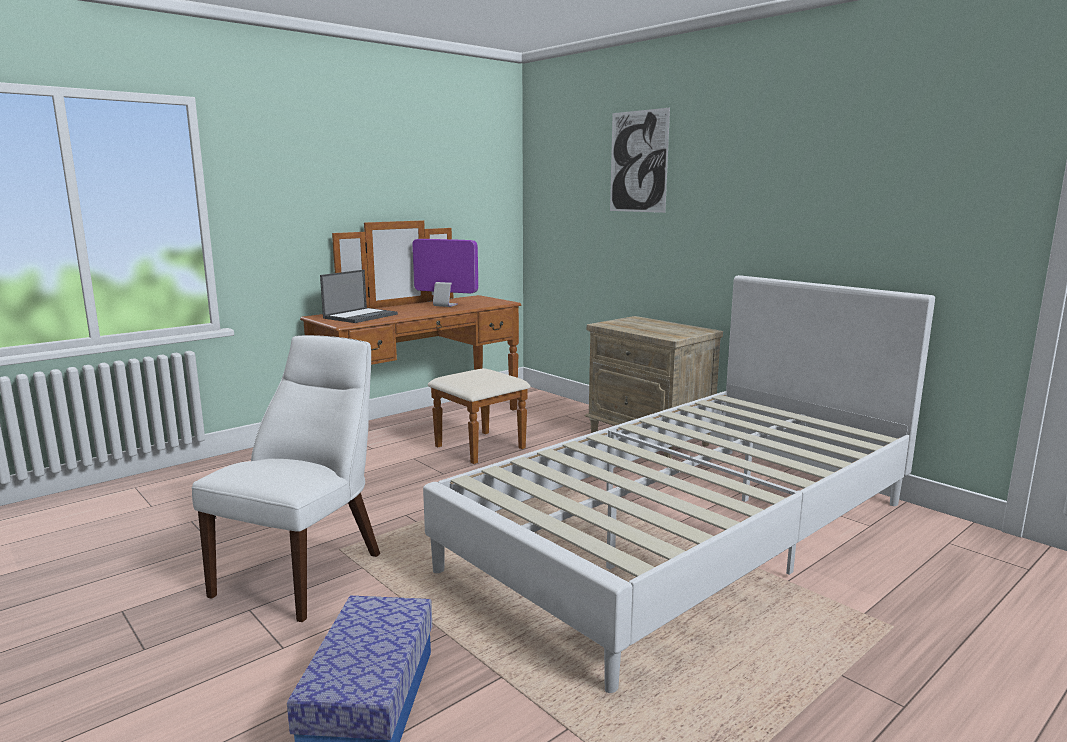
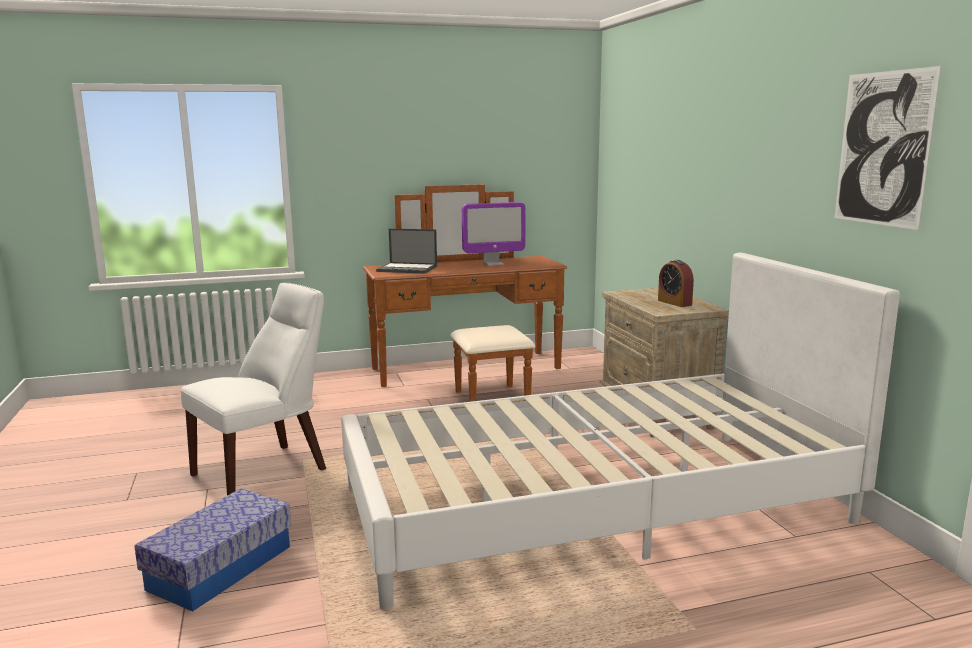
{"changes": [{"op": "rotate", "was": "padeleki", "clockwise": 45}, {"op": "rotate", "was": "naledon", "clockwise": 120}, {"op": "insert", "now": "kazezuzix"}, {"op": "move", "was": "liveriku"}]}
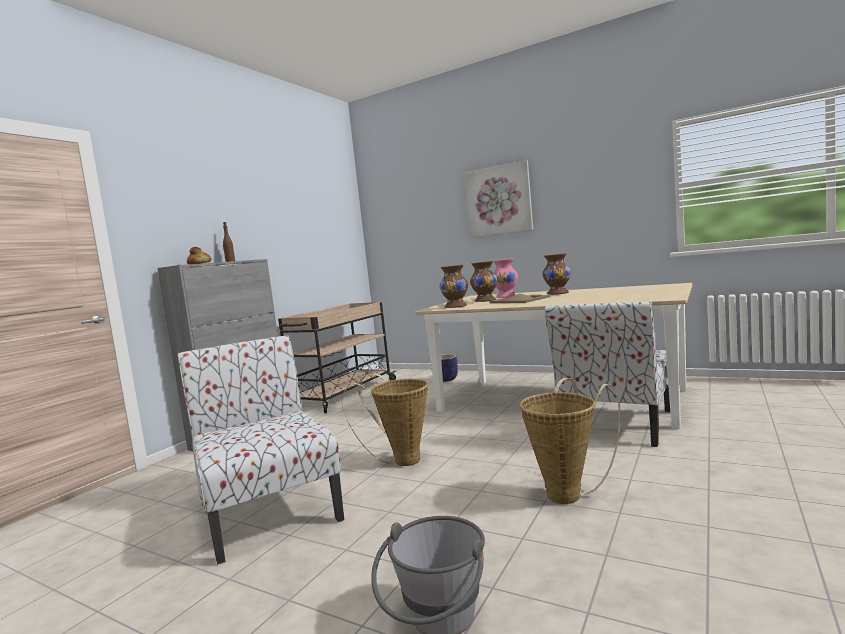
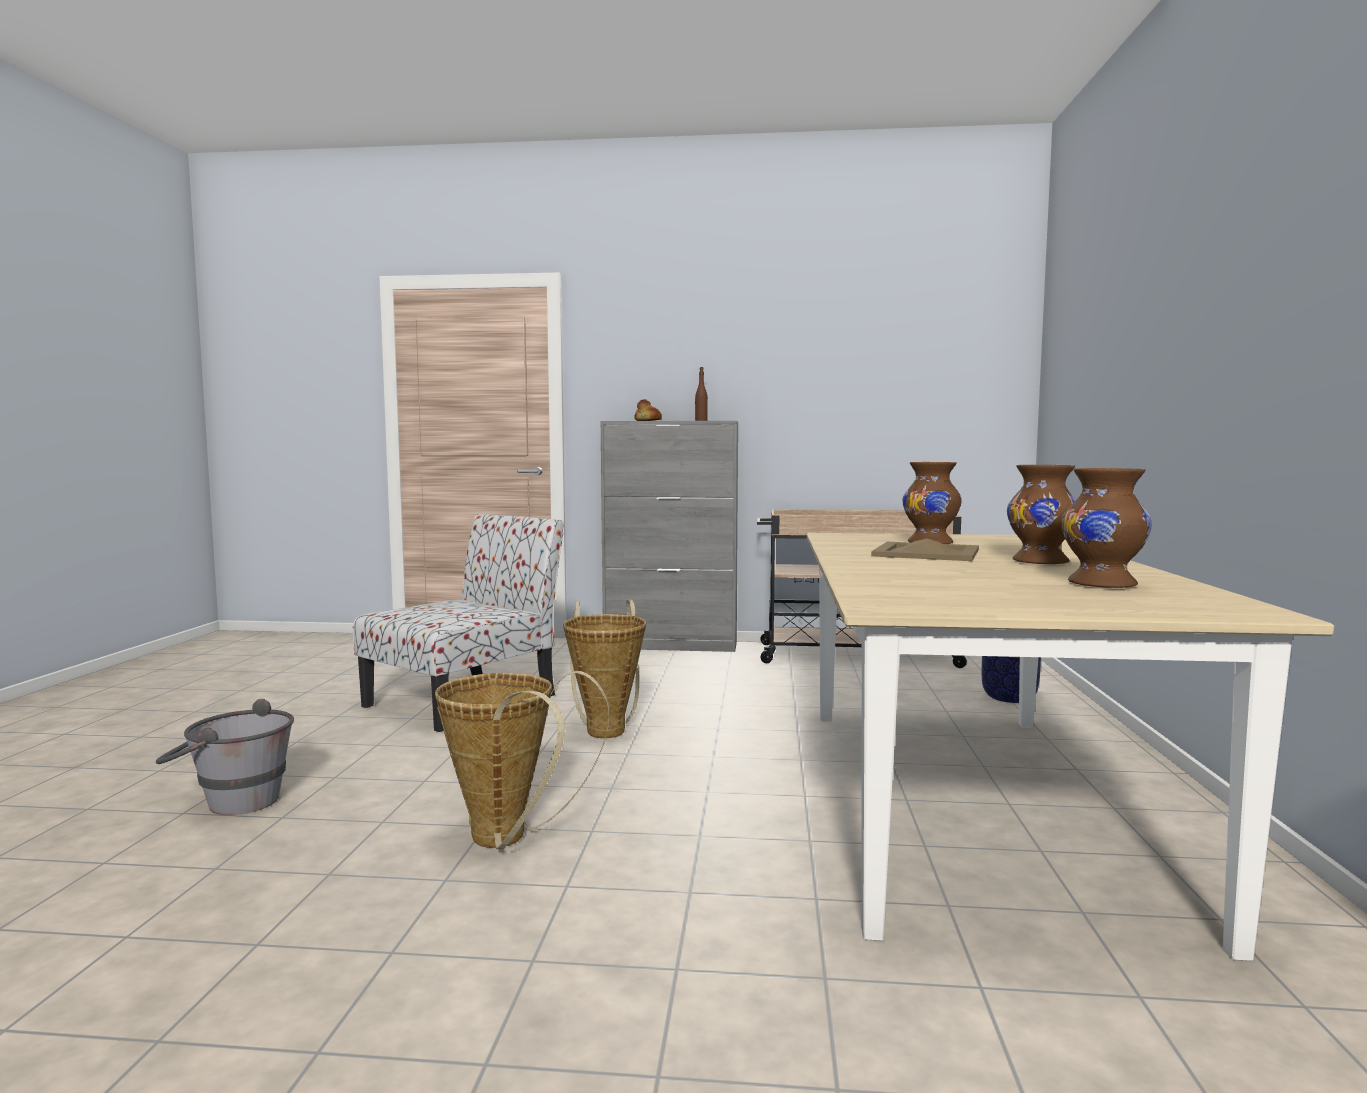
{"changes": [{"op": "move", "was": "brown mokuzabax (1st from left in the first image)", "now": "brown mokuzabax (3rd from left)"}, {"op": "delete", "was": "liveriku"}, {"op": "delete", "was": "pink mokuzabax"}, {"op": "delete", "was": "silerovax (2nd from left)"}]}
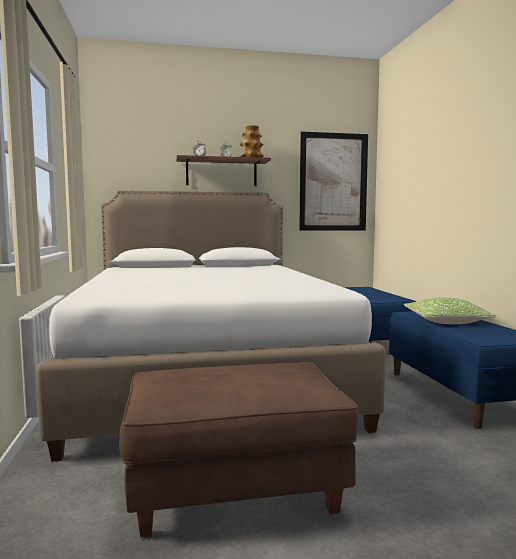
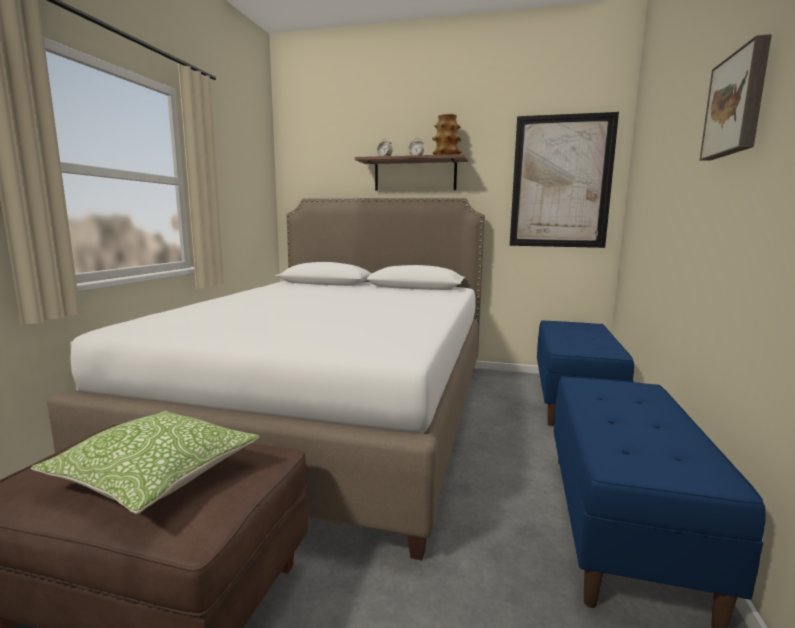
{"changes": [{"op": "move", "was": "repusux"}, {"op": "insert", "now": "liveriku (2nd from left)"}]}
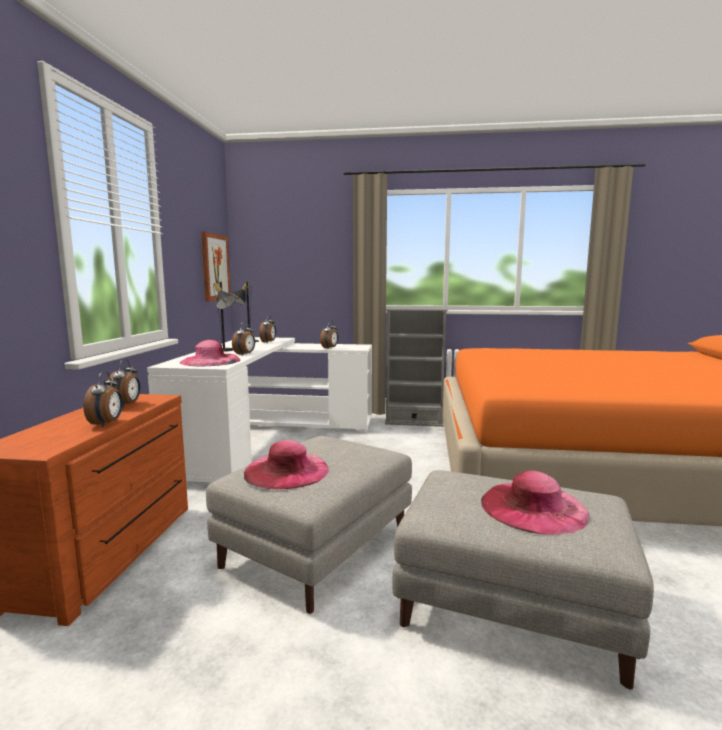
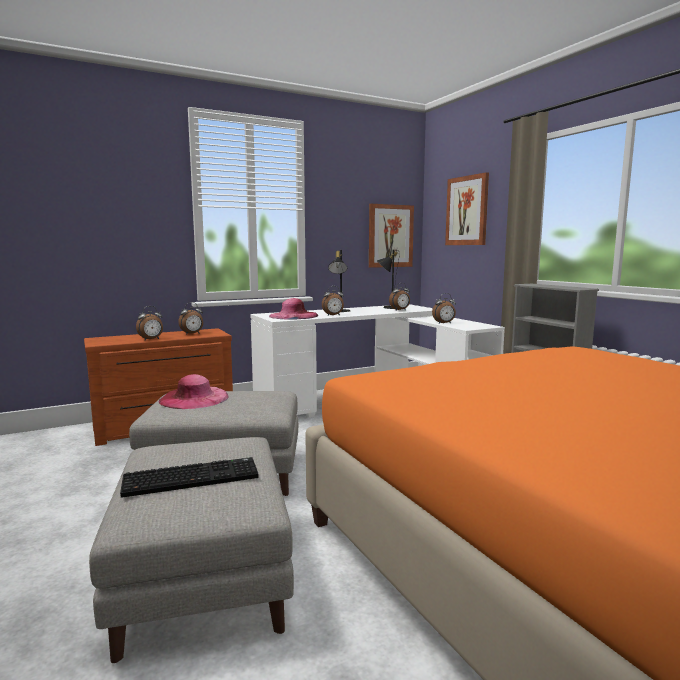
{"changes": [{"op": "replace", "was": "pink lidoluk (3rd from left)", "now": "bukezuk"}, {"op": "insert", "now": "liveriku (2nd from left)"}]}
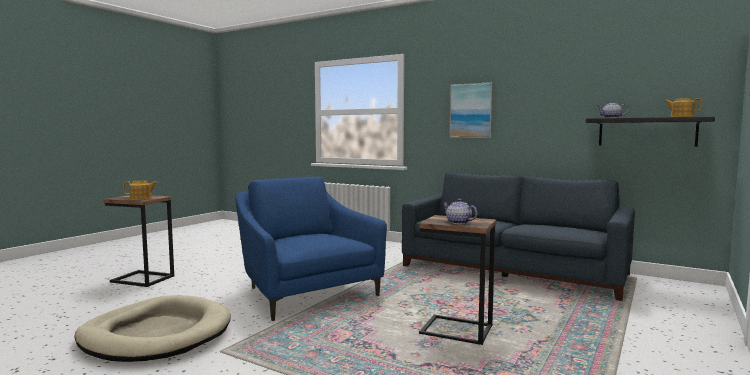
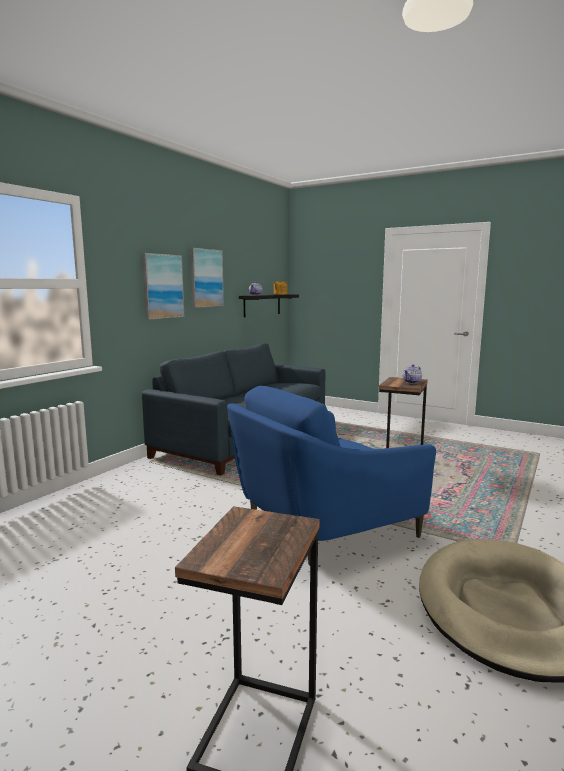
{"changes": [{"op": "insert", "now": "liveriku (2nd from left)"}, {"op": "delete", "was": "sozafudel (1st from left)"}]}
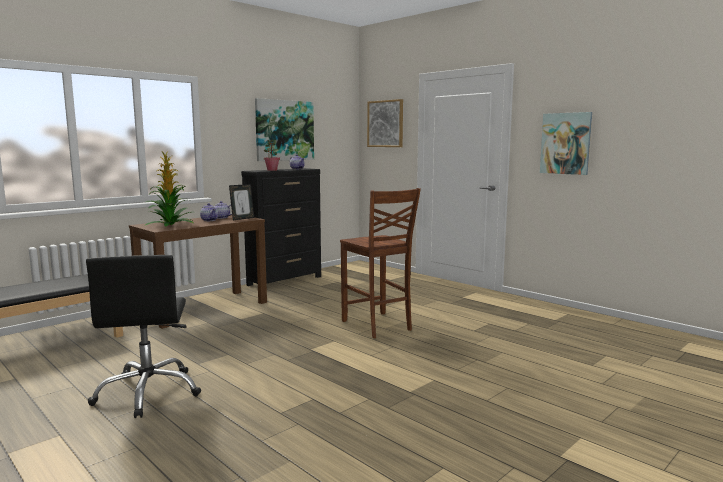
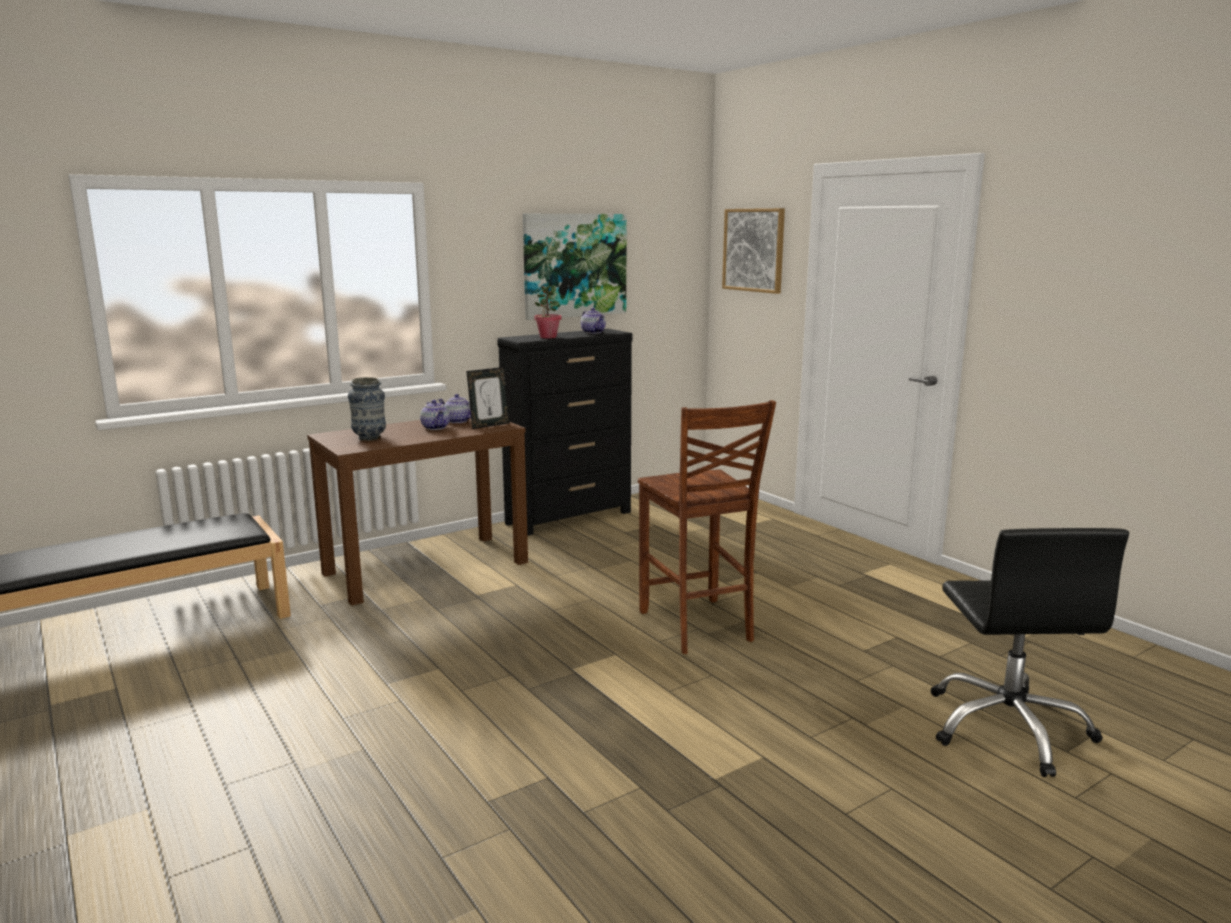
{"changes": [{"op": "replace", "was": "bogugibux (1st from left)", "now": "mokuzabax"}, {"op": "move", "was": "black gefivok"}, {"op": "delete", "was": "liveriku (3rd from left)"}]}
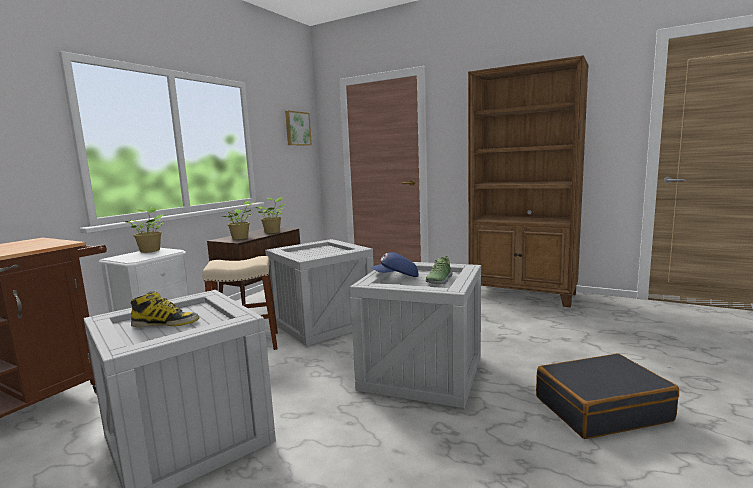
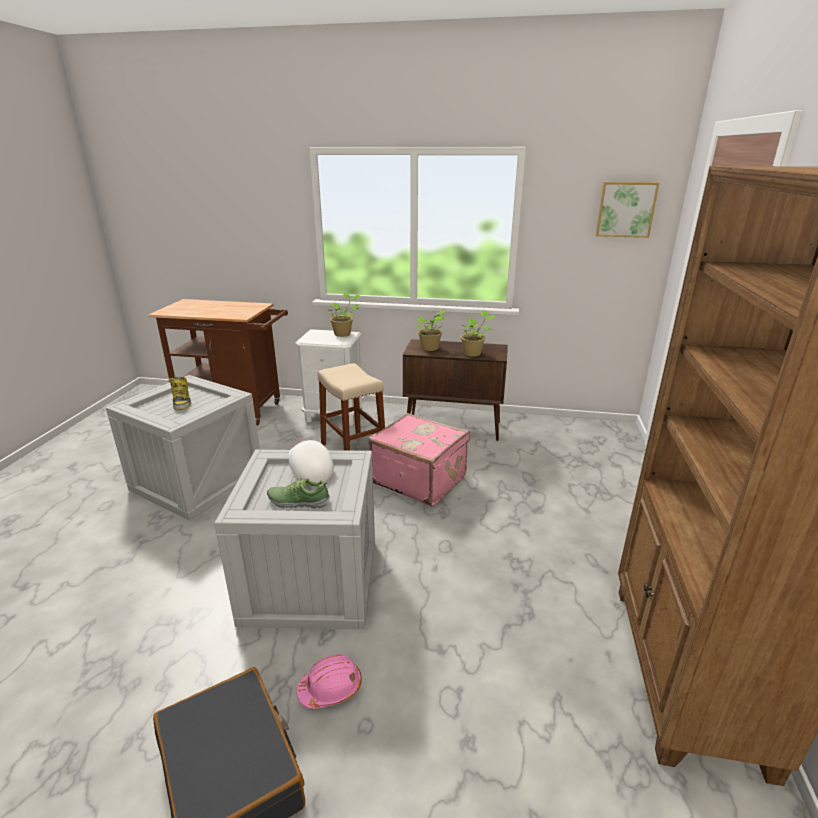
{"changes": [{"op": "recolor", "was": "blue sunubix", "now": "white sunubix"}, {"op": "insert", "now": "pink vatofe"}, {"op": "replace", "was": "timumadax (2nd from left)", "now": "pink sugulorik"}]}
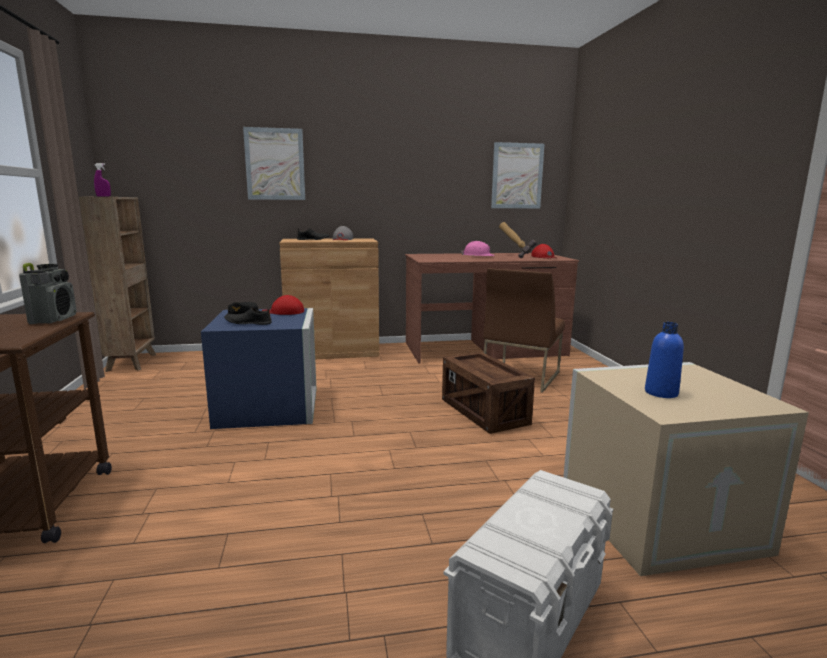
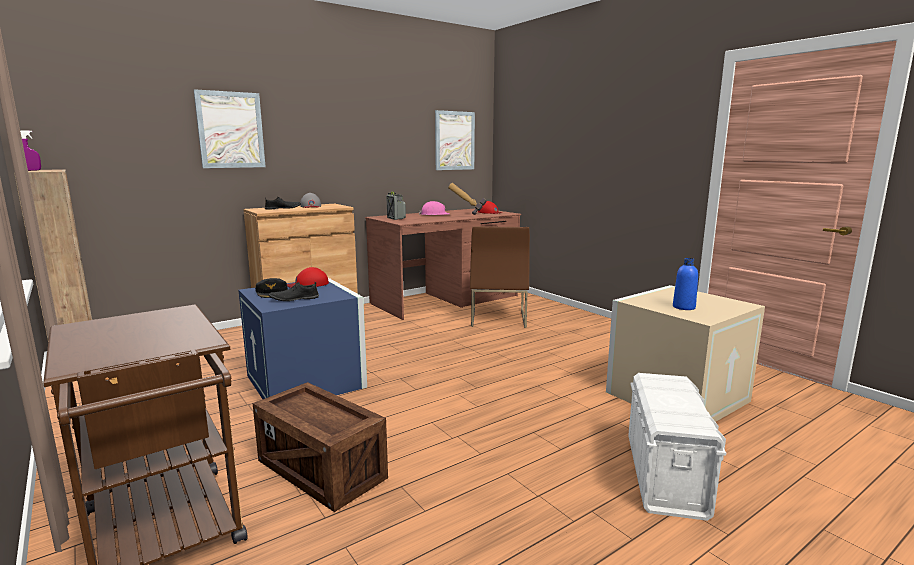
{"changes": [{"op": "move", "was": "timumadax"}, {"op": "move", "was": "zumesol"}]}
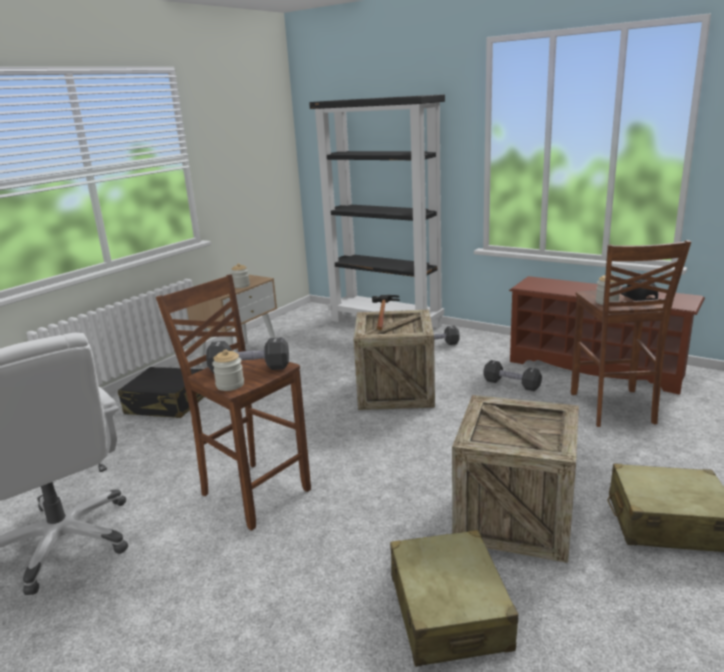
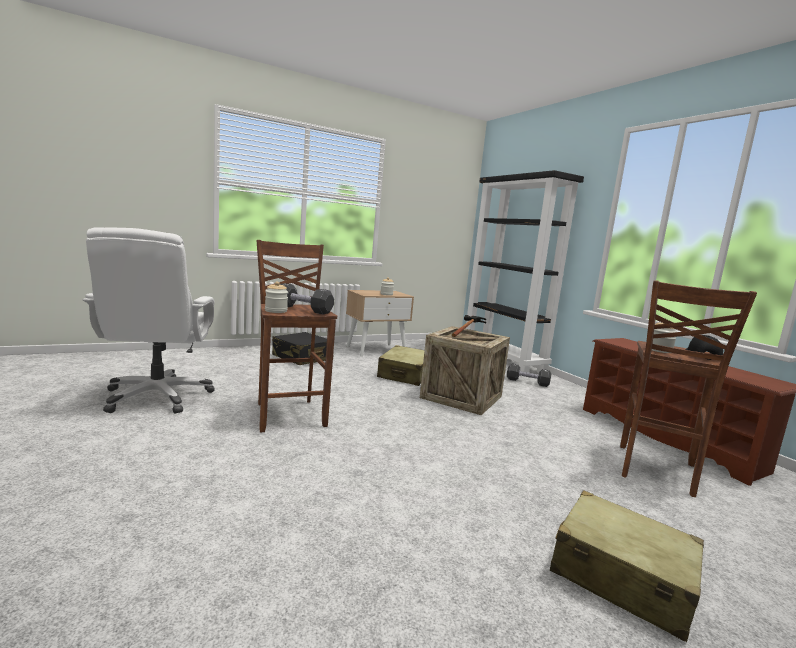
{"changes": [{"op": "move", "was": "beige sugulorik (1st from left)"}, {"op": "delete", "was": "timumadax (2nd from left)"}, {"op": "delete", "was": "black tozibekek (3rd from left)"}]}
